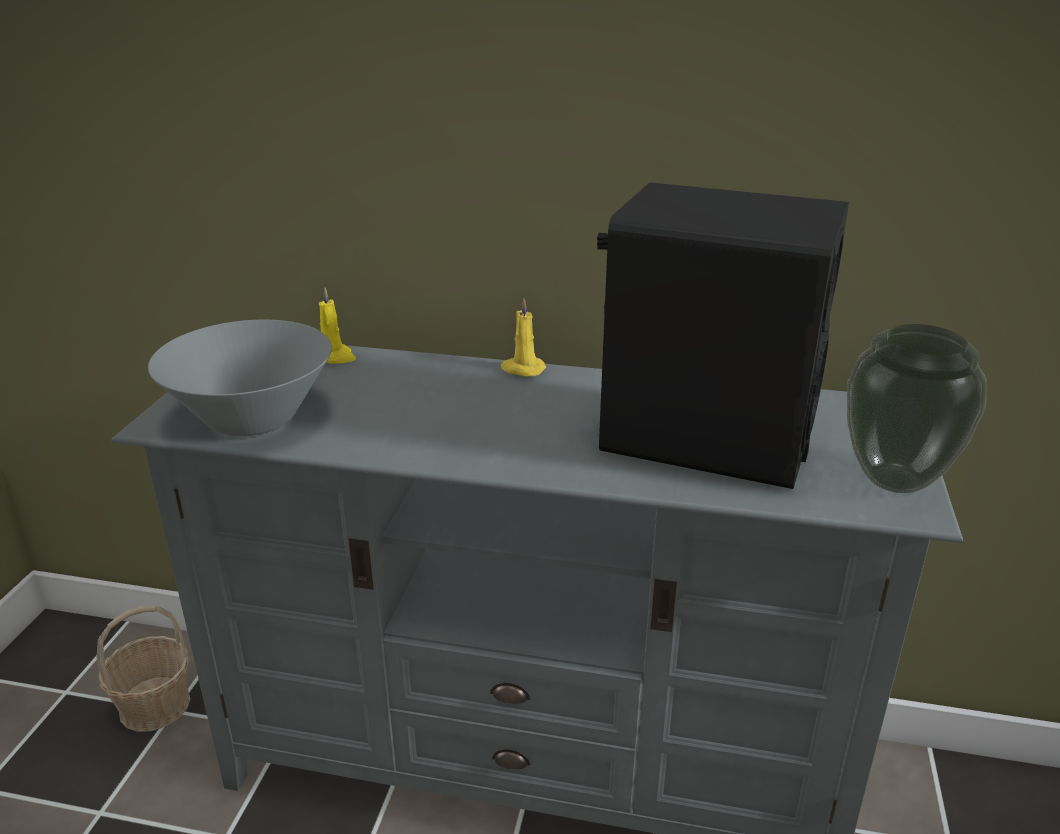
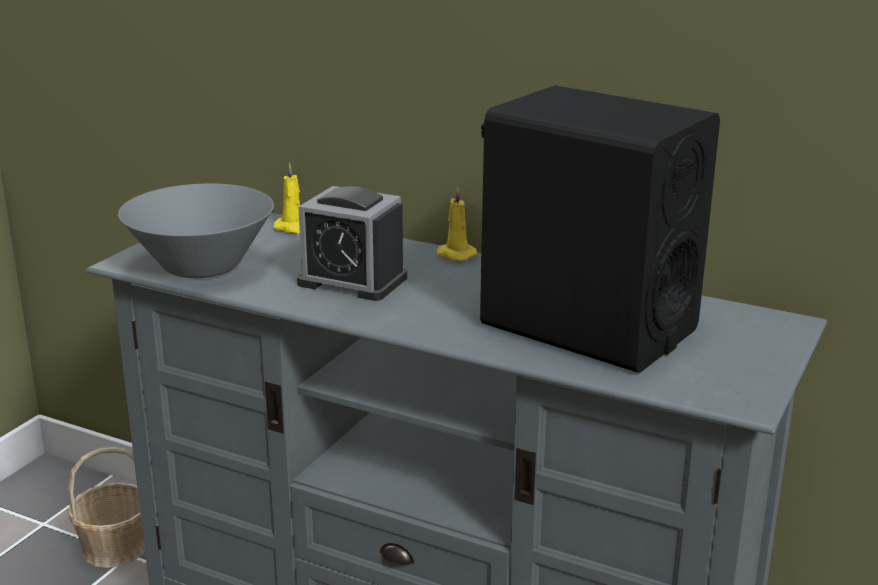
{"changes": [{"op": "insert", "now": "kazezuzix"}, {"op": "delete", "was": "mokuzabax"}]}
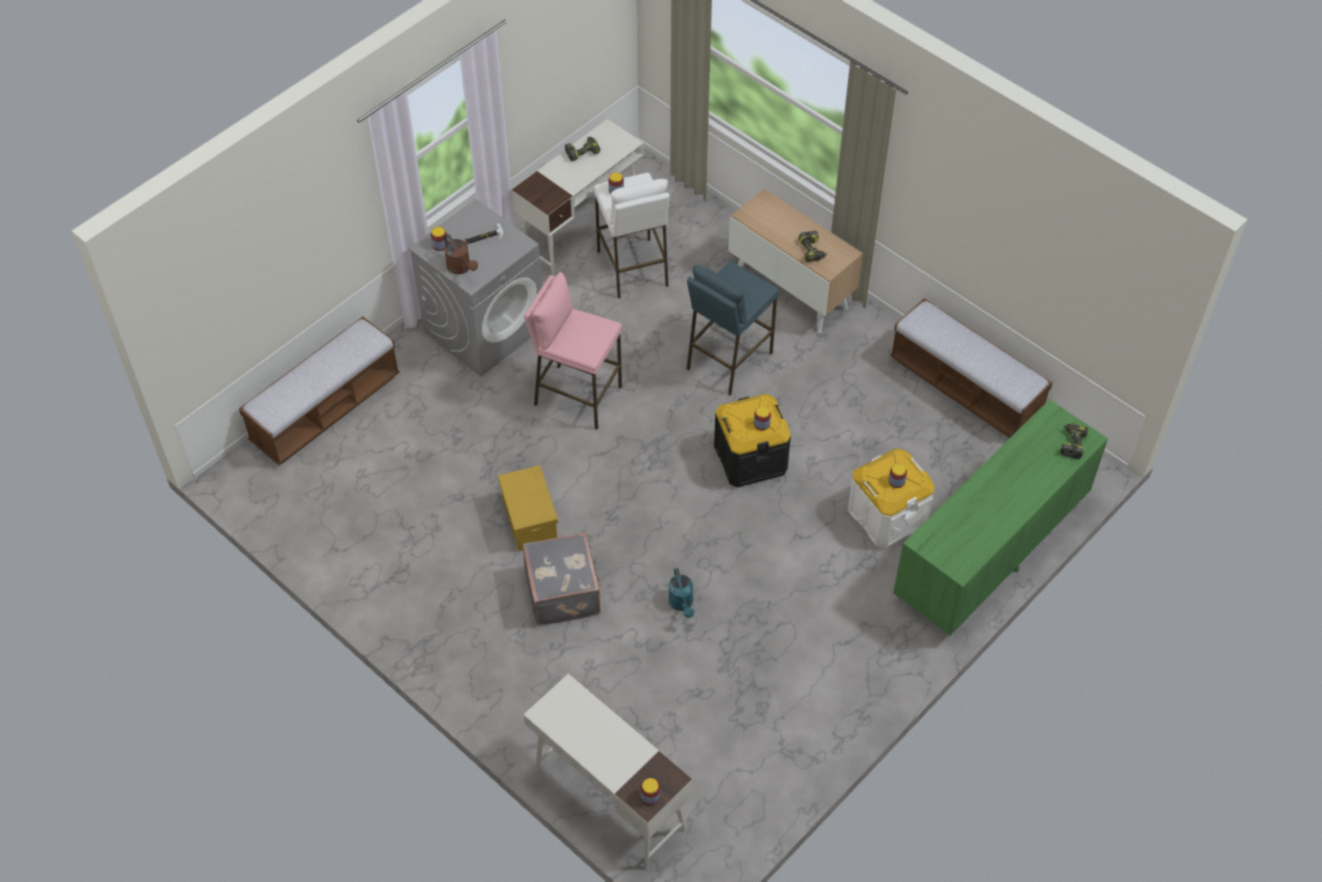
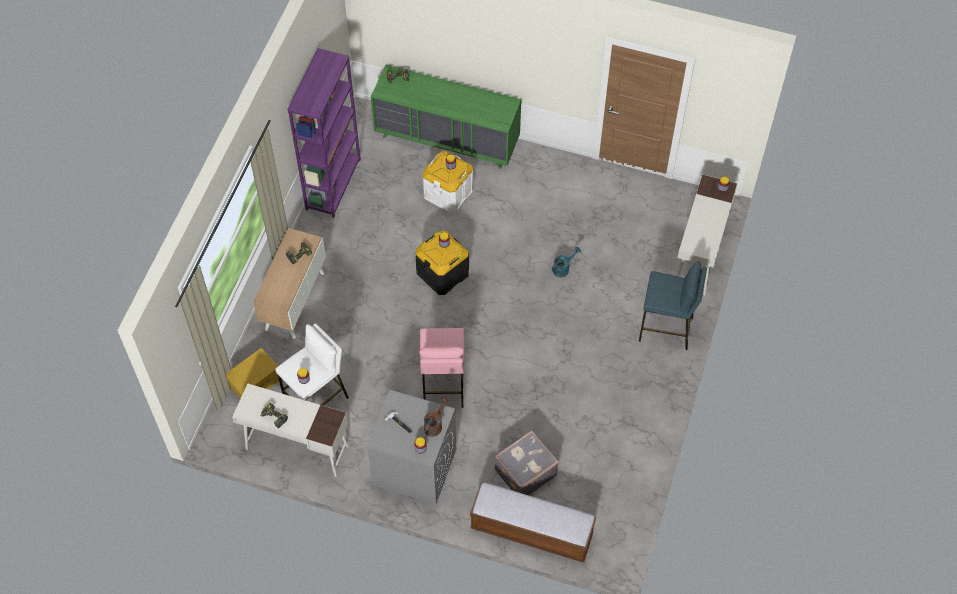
{"changes": [{"op": "move", "was": "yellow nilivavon"}, {"op": "replace", "was": "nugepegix (2nd from left)", "now": "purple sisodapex"}, {"op": "move", "was": "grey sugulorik"}, {"op": "move", "was": "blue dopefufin"}]}
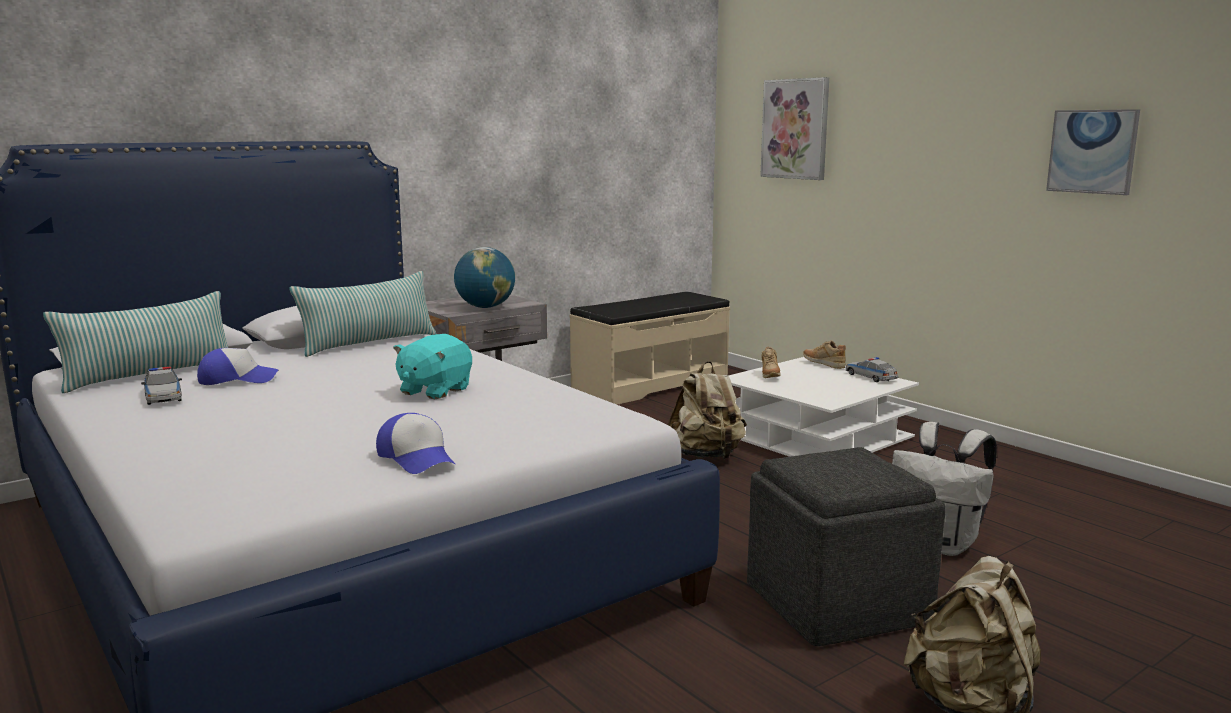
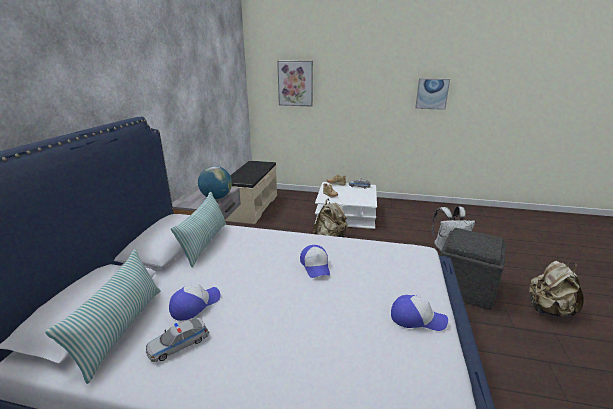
{"changes": [{"op": "rotate", "was": "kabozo (1st from left)", "clockwise": 120}, {"op": "replace", "was": "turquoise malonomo", "now": "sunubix (2nd from left)"}]}
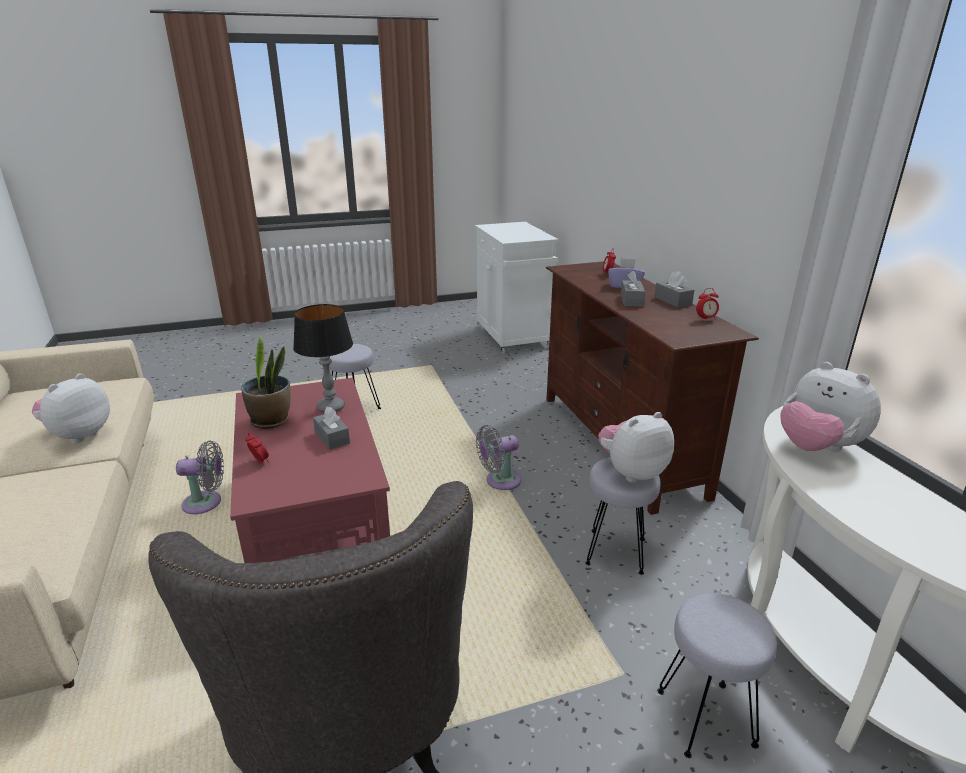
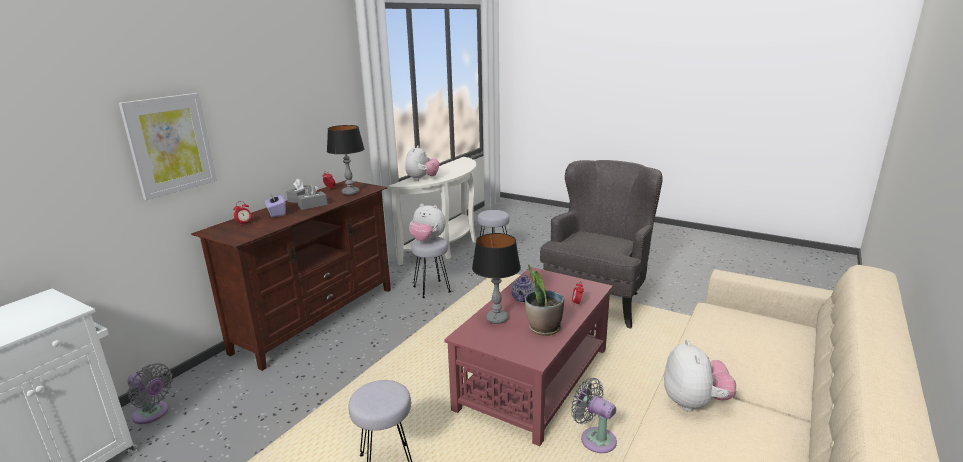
{"changes": [{"op": "insert", "now": "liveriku"}, {"op": "move", "was": "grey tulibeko (2nd from left in the first image)", "now": "grey tulibeko (1st from left)"}, {"op": "insert", "now": "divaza (1st from left)"}, {"op": "replace", "was": "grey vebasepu (1st from left)", "now": "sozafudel"}, {"op": "rotate", "was": "malonomo (1st from left in the first image)", "clockwise": -75}]}
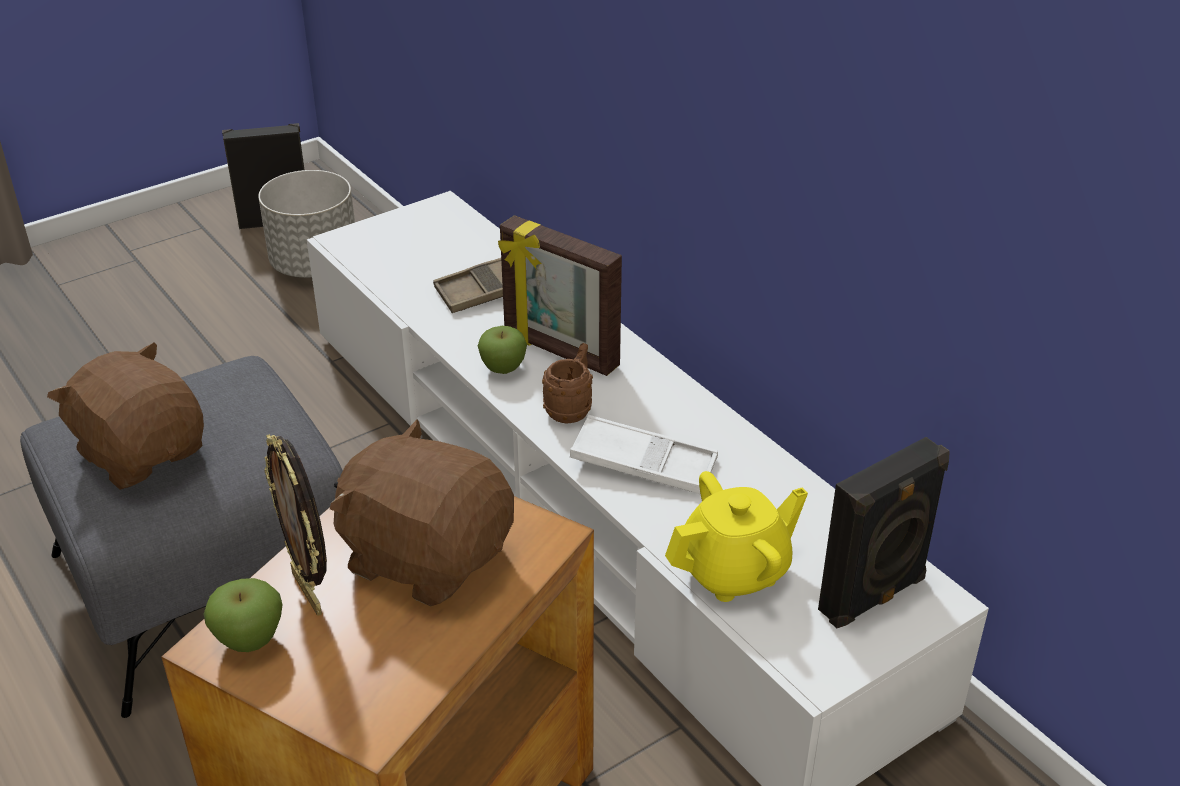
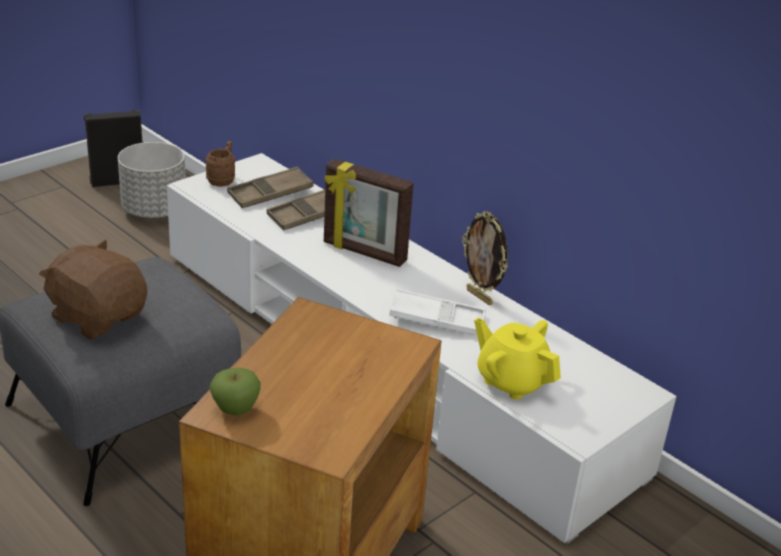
{"changes": [{"op": "move", "was": "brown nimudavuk"}, {"op": "insert", "now": "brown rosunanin (1st from left)"}, {"op": "move", "was": "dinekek (1st from left in the first image)", "now": "dinekek (2nd from left)"}, {"op": "rotate", "was": "yellow sozafudel", "clockwise": -105}, {"op": "delete", "was": "brown malonomo (2nd from left)"}, {"op": "delete", "was": "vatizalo (2nd from left)"}, {"op": "delete", "was": "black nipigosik (2nd from left)"}]}
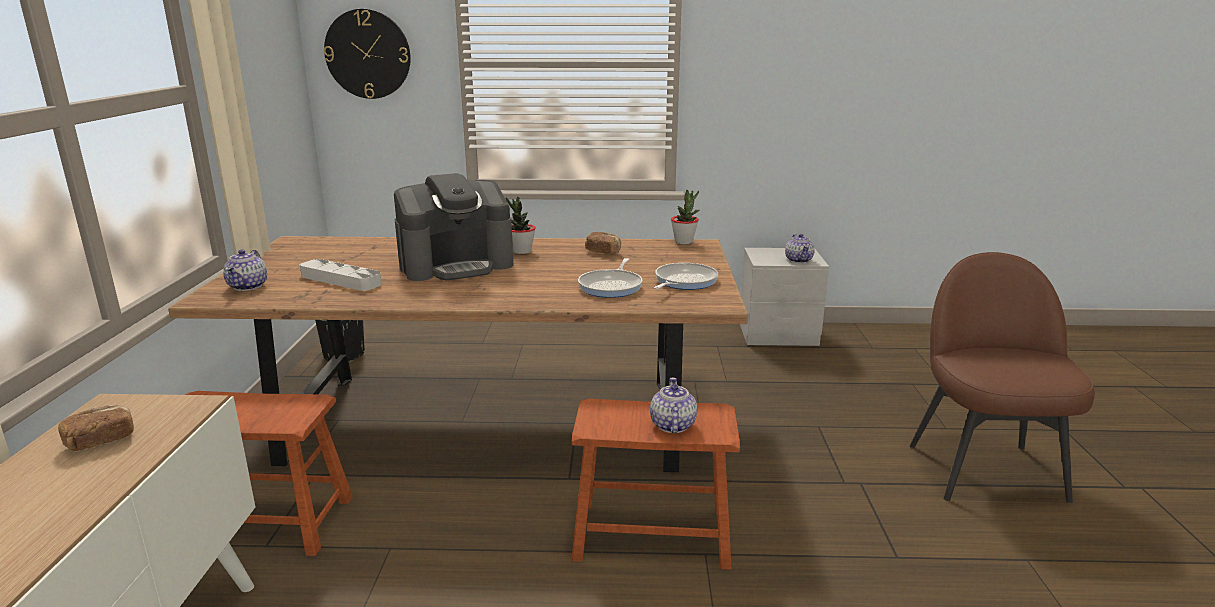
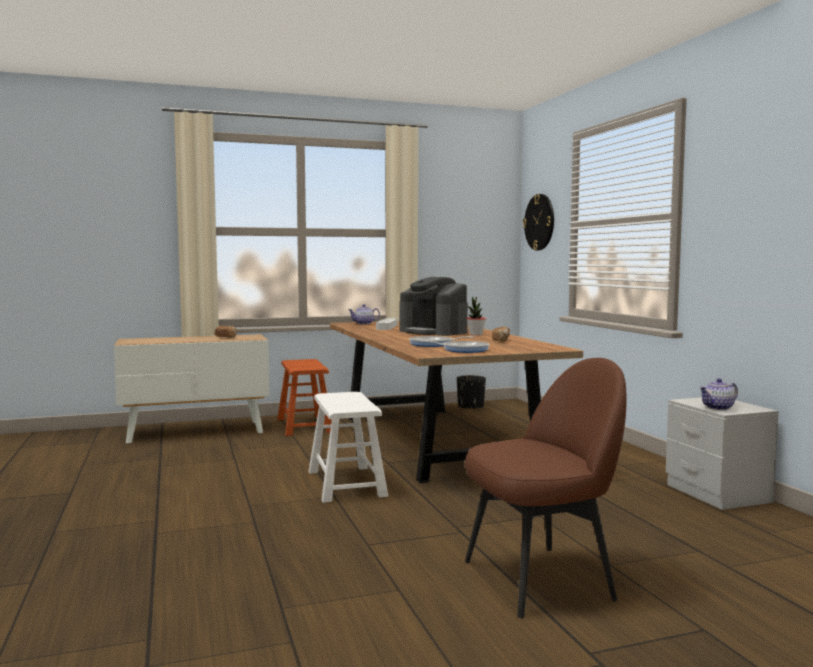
{"changes": [{"op": "recolor", "was": "brown dopefufin (2nd from left)", "now": "white dopefufin"}, {"op": "delete", "was": "sozafudel (2nd from left)"}, {"op": "delete", "was": "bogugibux (2nd from left)"}]}
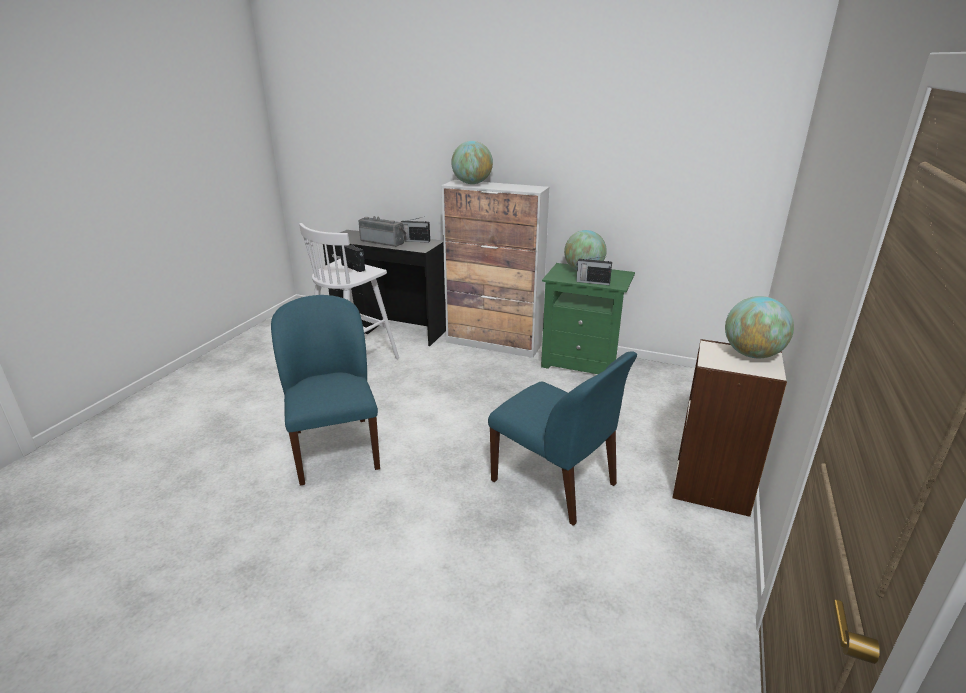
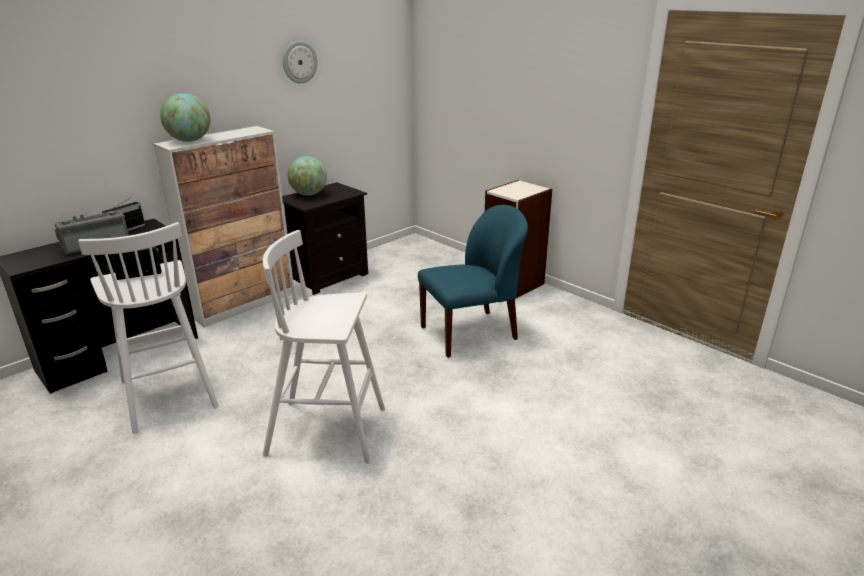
{"changes": [{"op": "replace", "was": "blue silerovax (1st from left)", "now": "white dopefufin (2nd from left)"}, {"op": "recolor", "was": "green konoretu", "now": "black konoretu"}, {"op": "insert", "now": "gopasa"}, {"op": "delete", "was": "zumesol (4th from left)"}, {"op": "delete", "was": "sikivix (3rd from left)"}]}
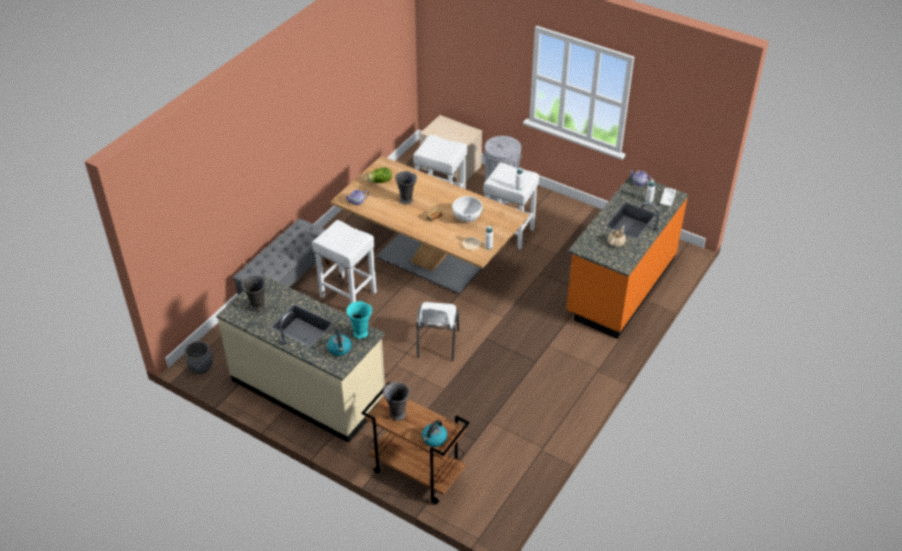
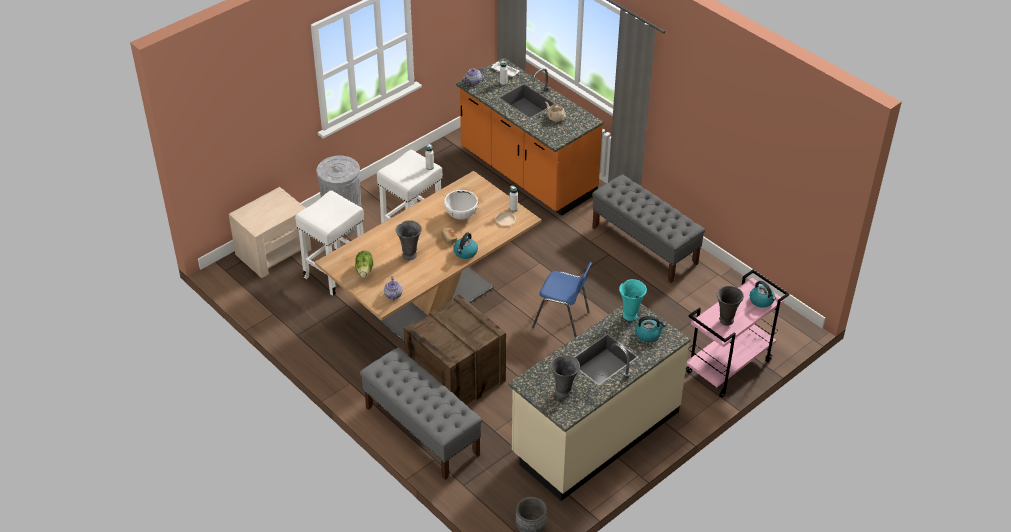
{"changes": [{"op": "replace", "was": "white dopefufin (1st from left)", "now": "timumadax"}, {"op": "insert", "now": "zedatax (1st from left)"}, {"op": "recolor", "was": "white silerovax", "now": "blue silerovax"}, {"op": "insert", "now": "grey nugepegix (2nd from left)"}, {"op": "recolor", "was": "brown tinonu", "now": "pink tinonu"}]}
